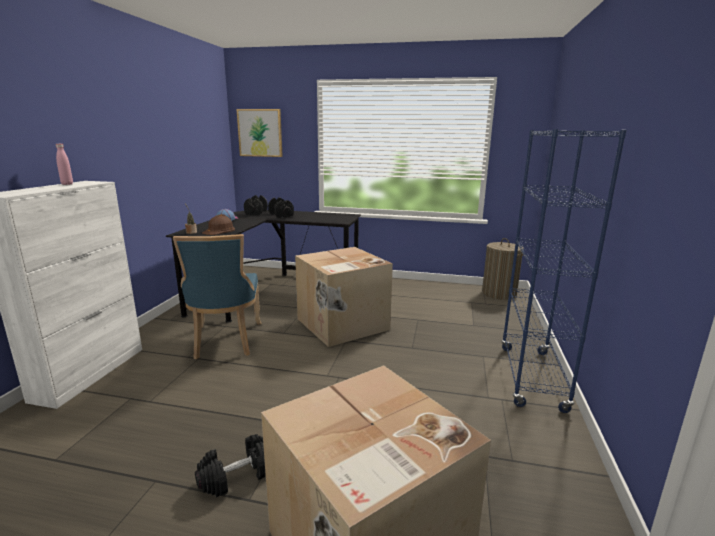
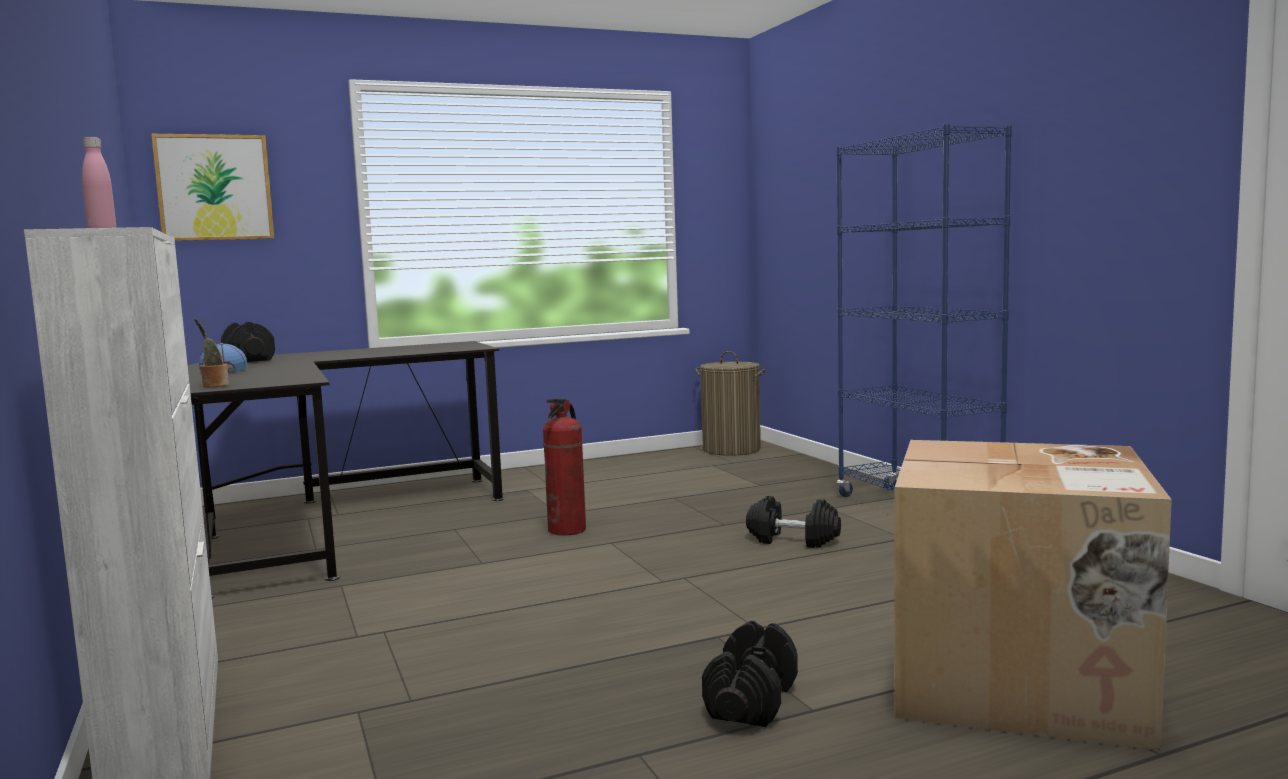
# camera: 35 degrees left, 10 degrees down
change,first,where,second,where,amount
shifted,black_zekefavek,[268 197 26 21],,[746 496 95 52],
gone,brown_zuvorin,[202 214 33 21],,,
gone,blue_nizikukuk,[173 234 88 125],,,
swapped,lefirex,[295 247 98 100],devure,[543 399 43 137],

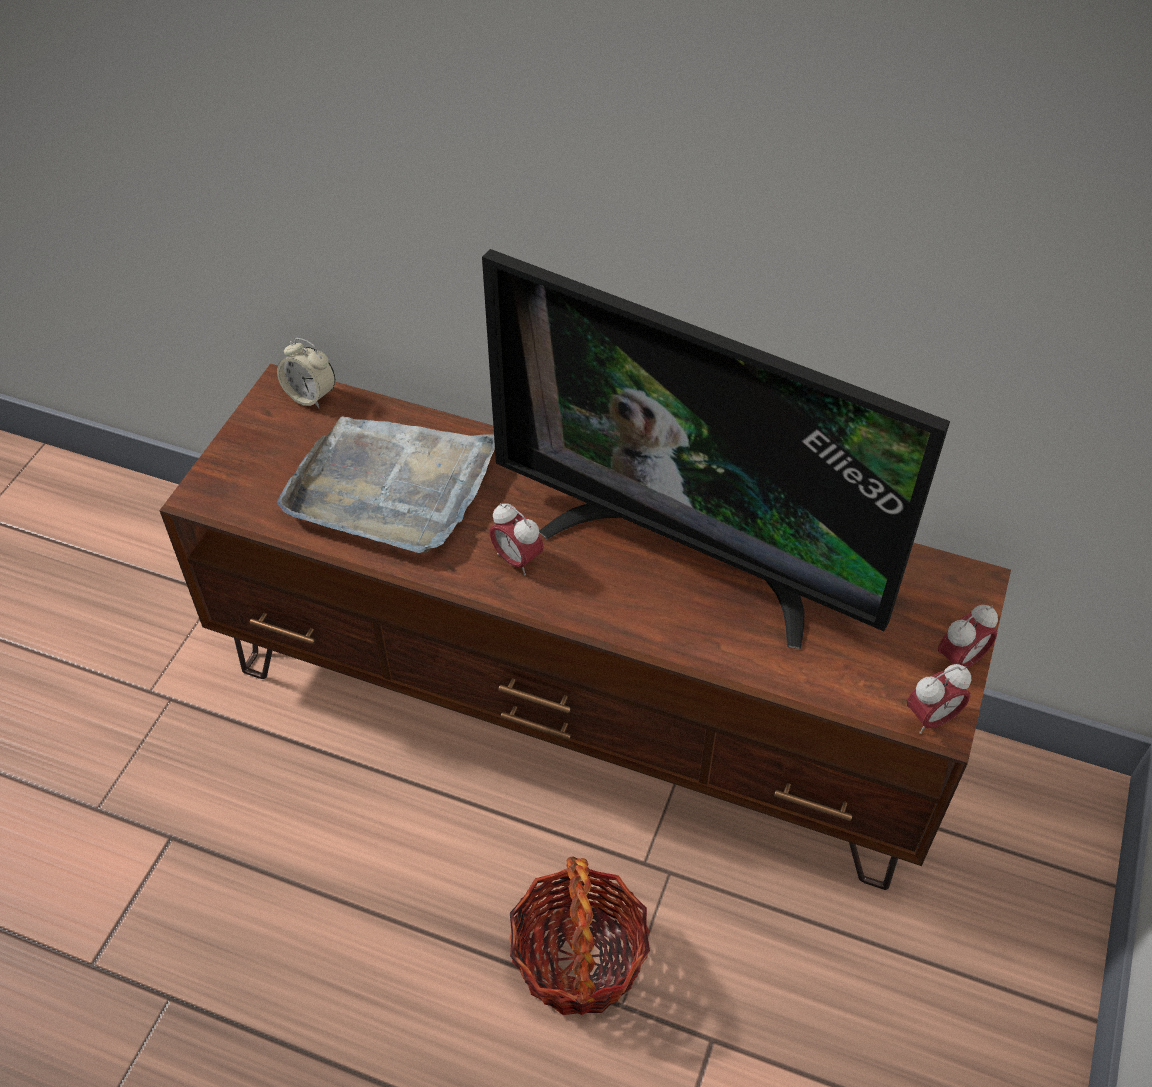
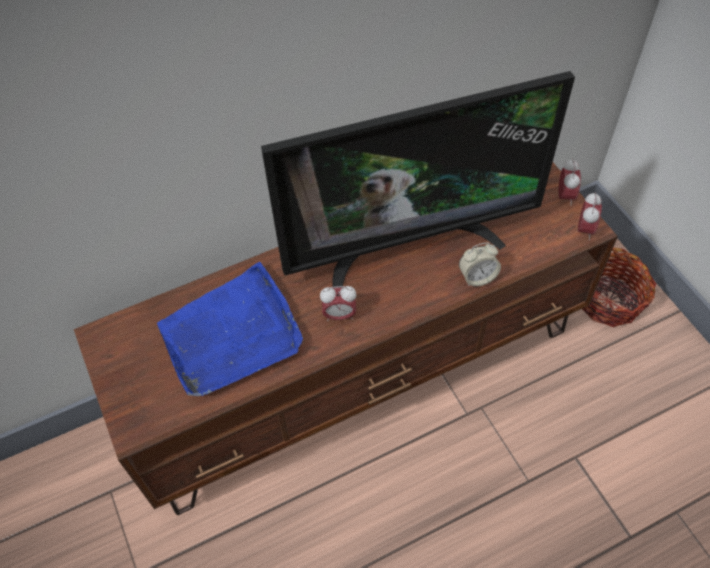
# camera: 45 degrees left, 5 degrees up
change,first,where,second,where,amount
shifted,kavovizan,[277 338 58 70],,[459 243 42 43],
repainted,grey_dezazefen,[277 417 218 136],blue_dezazefen,[157 262 146 134],
shifted,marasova,[508 856 142 159],,[582 247 74 80],

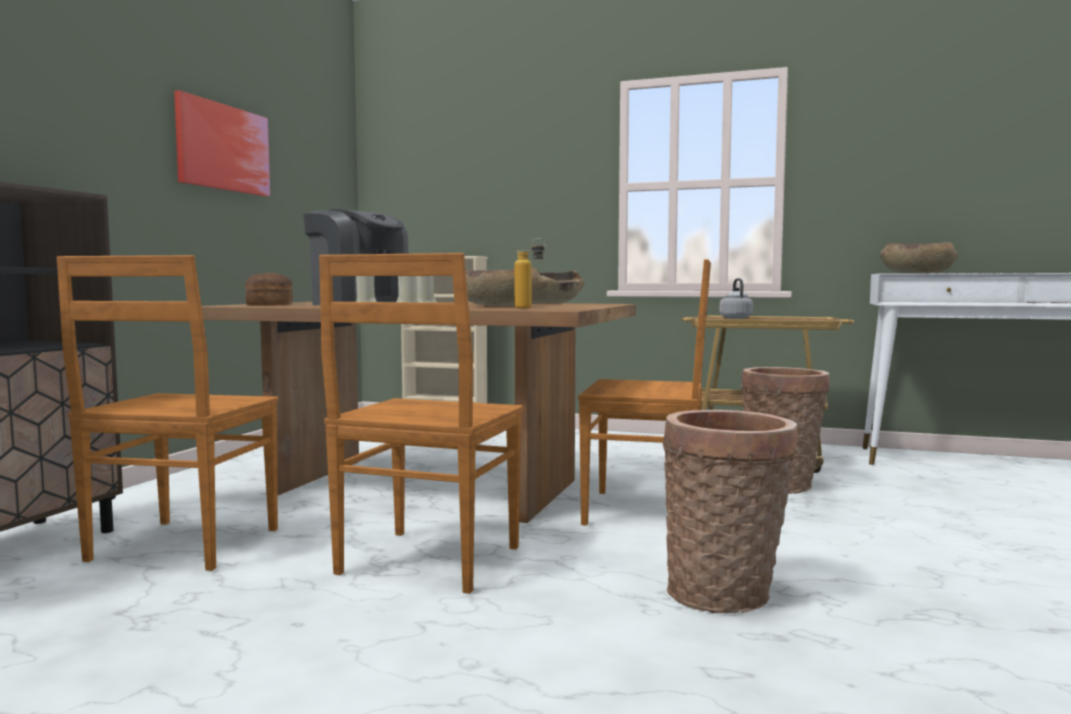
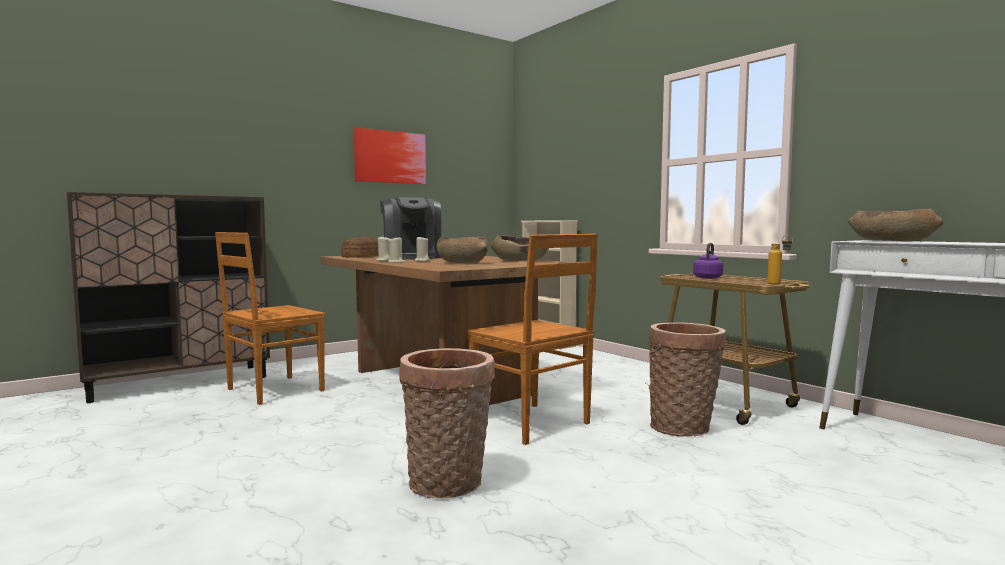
# camera: 35 degrees right, 0 degrees up
change,first,where,second,where,amount
shifted,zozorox,[514 238 31 70],,[767 235 26 49],
gone,brown_nizikukuk,[319 253 204 341],,,
repainted,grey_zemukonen,[719 278 34 41],purple_zemukonen,[693 243 30 36],

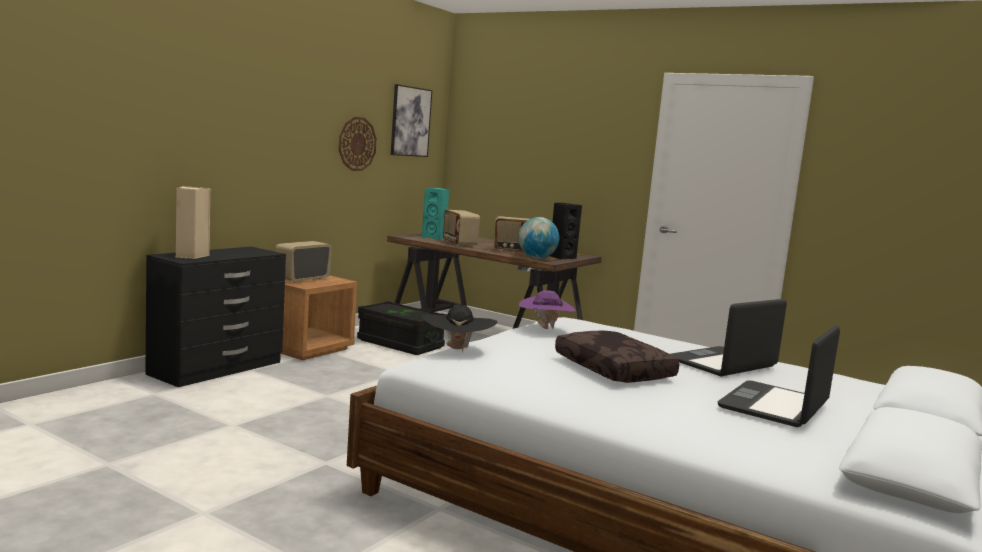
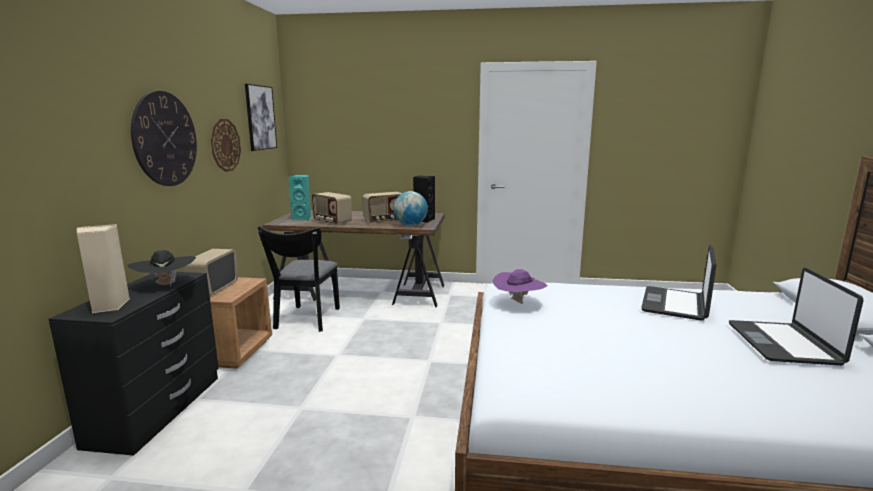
# camera: 25 degrees left, 5 degrees up
change,first,where,second,where,amount
swapped,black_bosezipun,[357 301 90 54],black_nizikukuk,[258 226 82 106],
shifted,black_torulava,[421 305 77 48],,[127 250 69 37],
gone,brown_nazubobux,[555 331 124 52],,,
new,,,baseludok,[131 91 66 95],

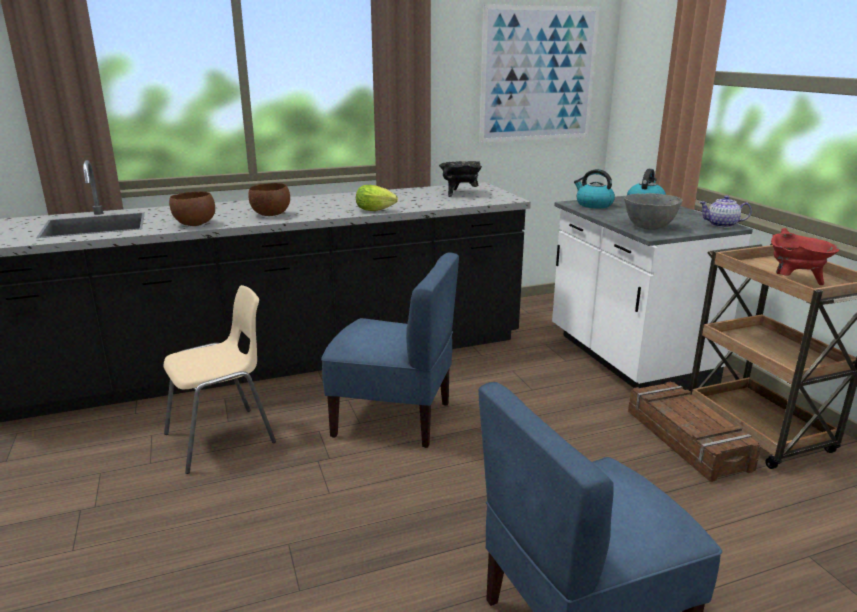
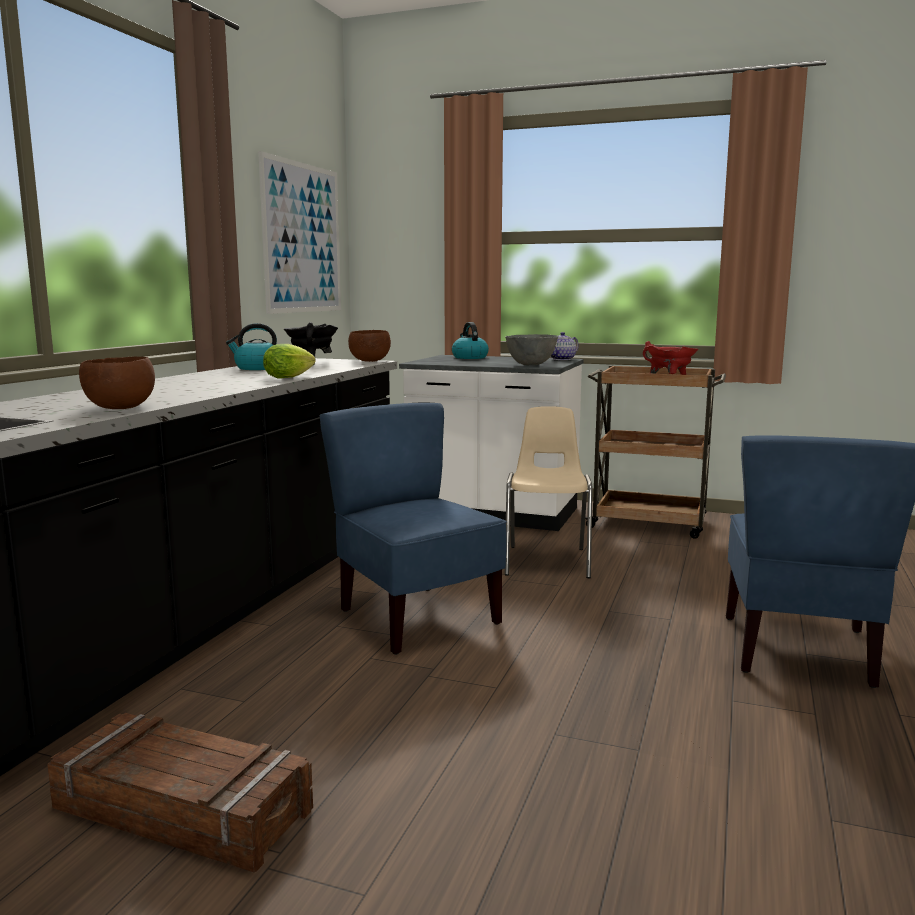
# camera: 50 degrees left, 10 degrees down
change,first,where,second,where,amount
shifted,zemukonen,[574 169 41 39],,[226 323 51 47],
shifted,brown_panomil,[248 183 42 33],,[348 330 43 32],
rotated,blue_nizikukuk,[321 253 138 195],,[320 403 187 252],90 degrees counterclockwise
shifted,beige_nizikukuk,[163 285 113 189],,[505 406 88 172],
shifted,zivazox,[628 381 133 101],,[47 713 266 159],

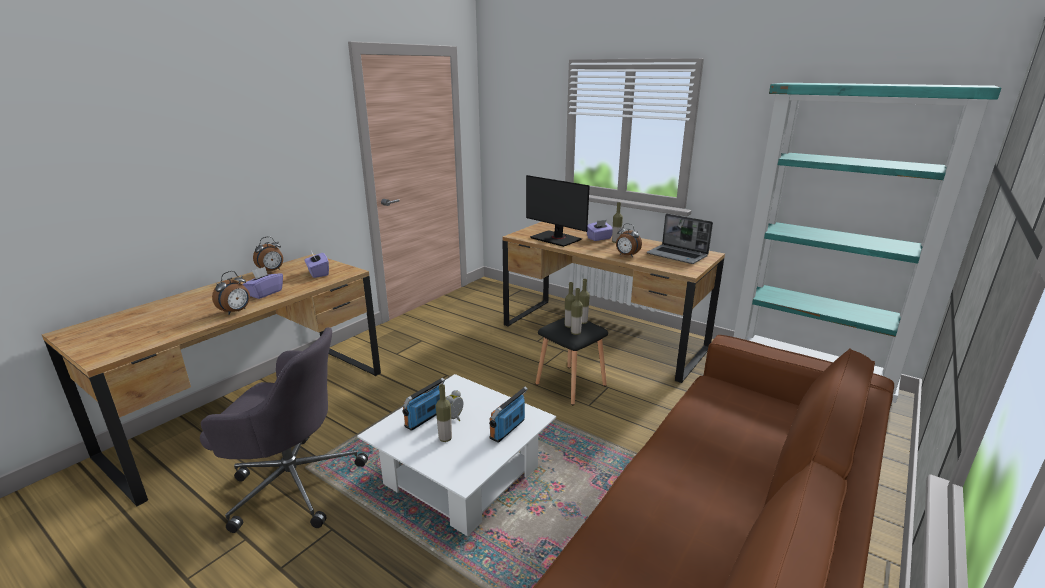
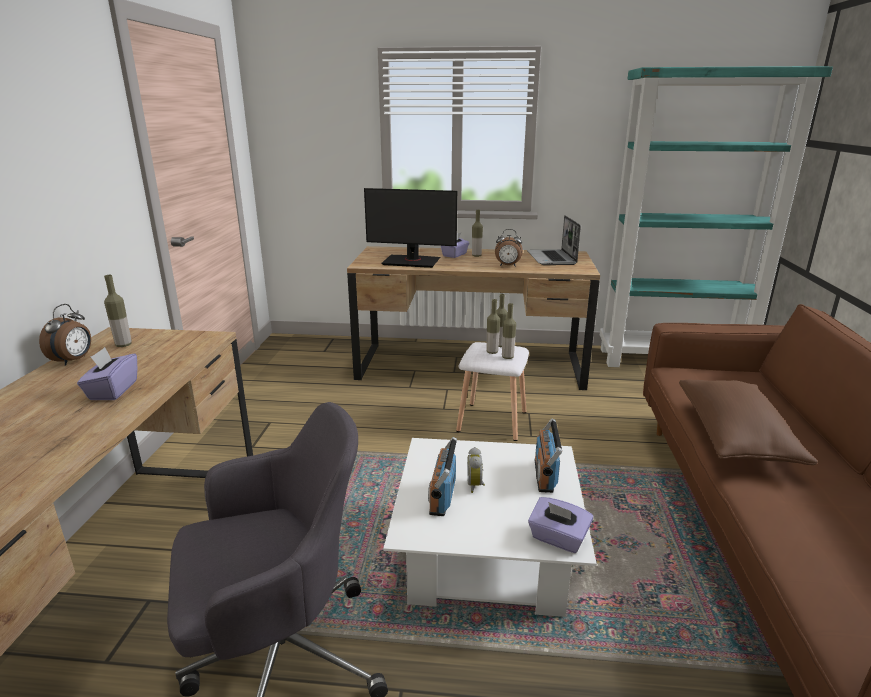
# camera: 30 degrees left, 0 degrees up
change,first,where,second,where,amount
rotated,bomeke,[647 214 66 50],,[527 215 54 50],75 degrees clockwise
shifted,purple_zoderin,[305 251 24 27],,[528 497 65 56],
gone,kavovizan,[212 271 38 44],,,
repainted,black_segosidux,[535 318 73 87],white_segosidux,[456 342 73 99],
shifted,zozorox,[436 384 16 58],,[104 275 28 72],
new,,,brown_nazubobux,[679 379 139 86],

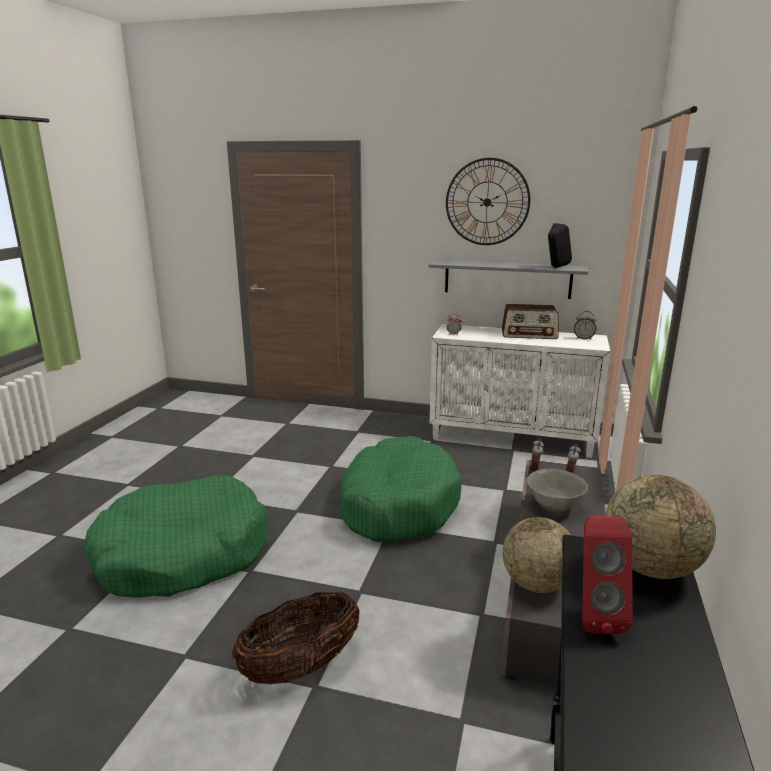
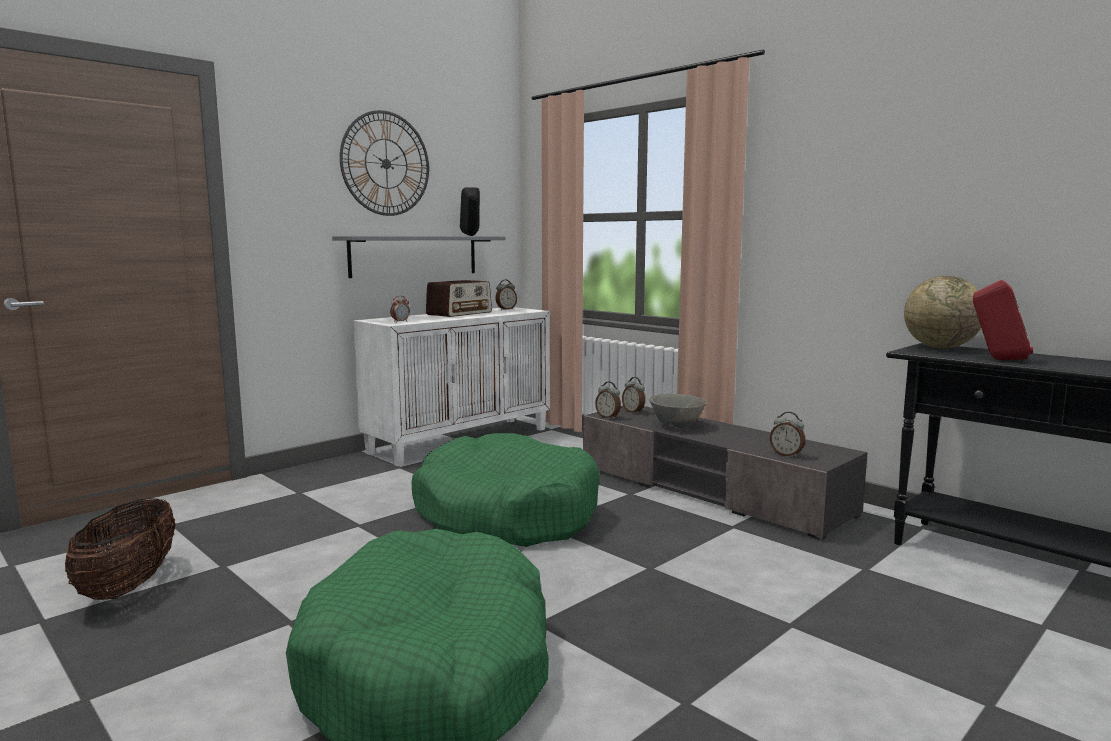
# camera: 60 degrees left, 10 degrees down
change,first,where,second,where,amount
swapped,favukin,[503 517 67 76],kavovizan,[770 412 35 45],
shifted,marasova,[232 591 127 93],,[65 498 111 102],

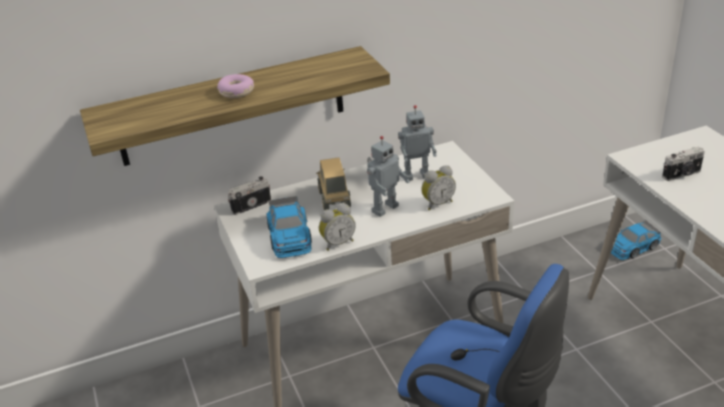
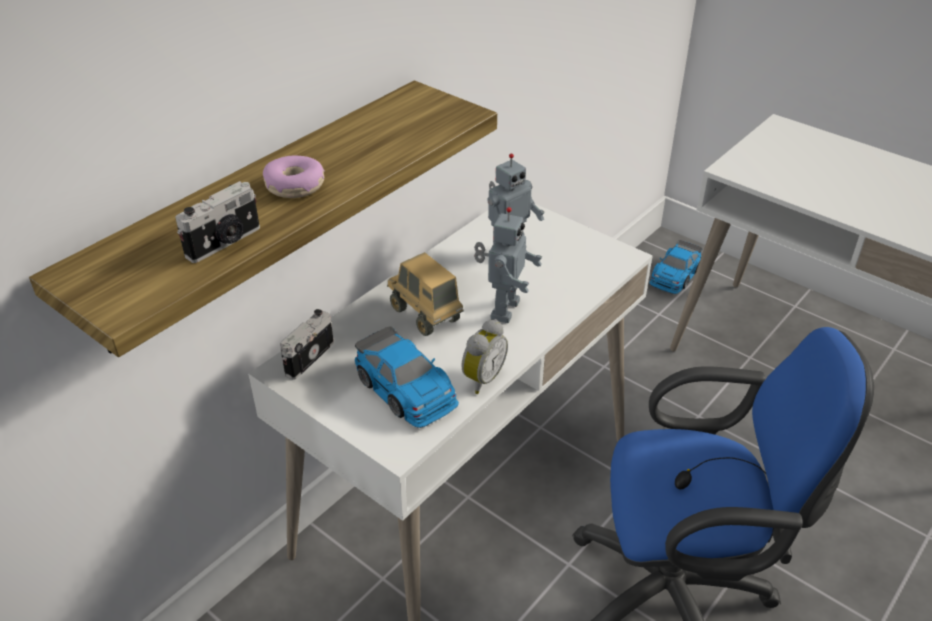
# camera: 30 degrees left, 5 degrees up
change,first,where,second,where,amount
shifted,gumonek,[662 147 42 34],,[175 181 85 82],
gone,kavovizan,[421 165 35 45],,,

